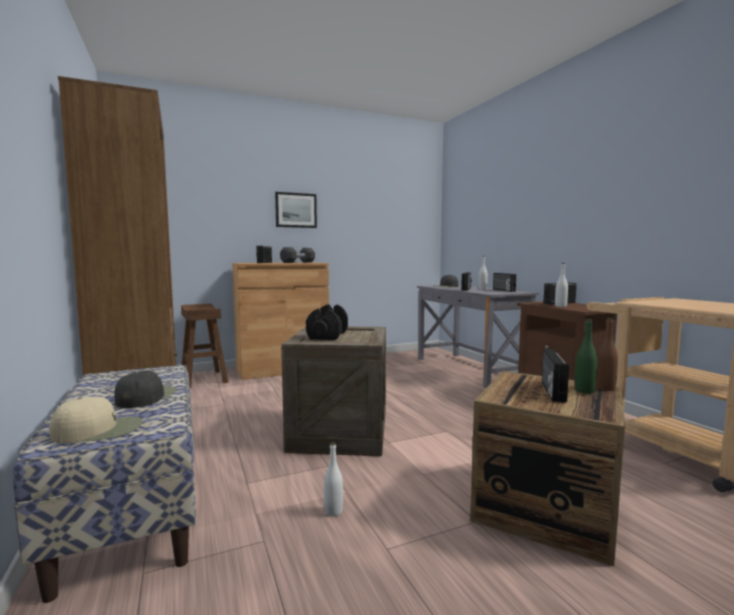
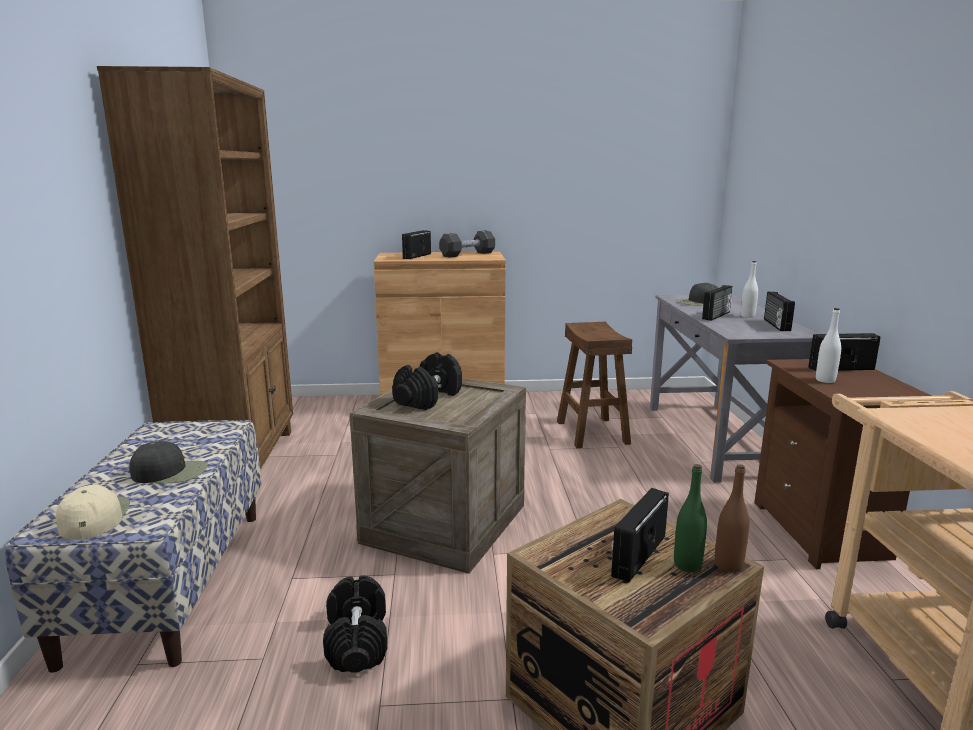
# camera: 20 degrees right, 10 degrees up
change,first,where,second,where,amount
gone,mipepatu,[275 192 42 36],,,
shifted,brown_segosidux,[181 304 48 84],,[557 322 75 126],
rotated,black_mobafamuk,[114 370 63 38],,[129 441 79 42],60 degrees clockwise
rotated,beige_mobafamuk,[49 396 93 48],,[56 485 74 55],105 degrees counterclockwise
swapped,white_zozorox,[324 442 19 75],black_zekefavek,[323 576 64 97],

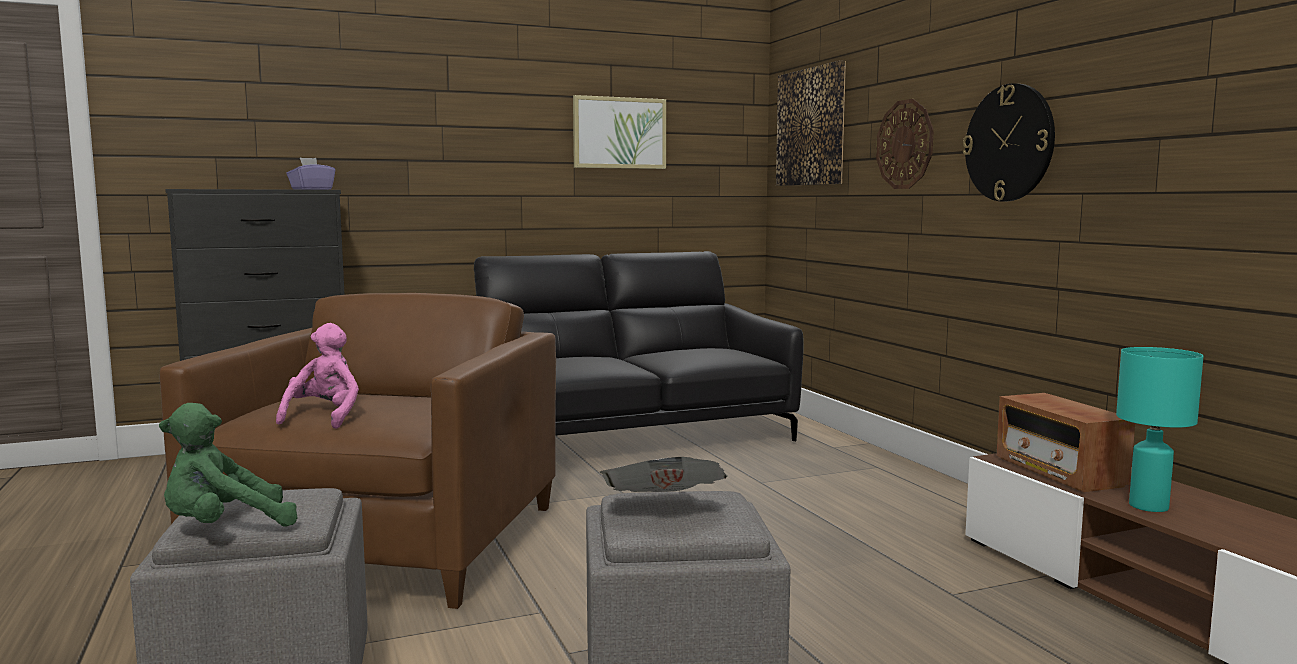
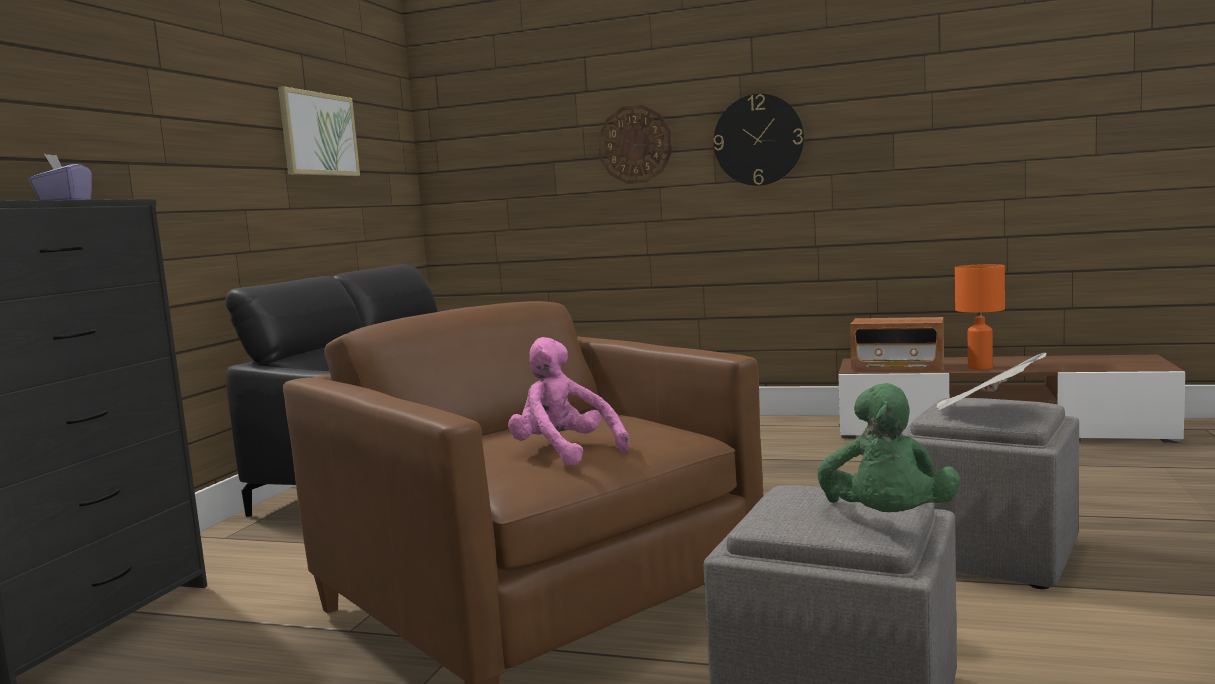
# camera: 50 degrees left, 0 degrees up
change,first,where,second,where,amount
gone,mipepatu,[776 61 70 125],,,
repainted,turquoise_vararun,[1116 347 87 165],orange_vararun,[955 264 50 106],

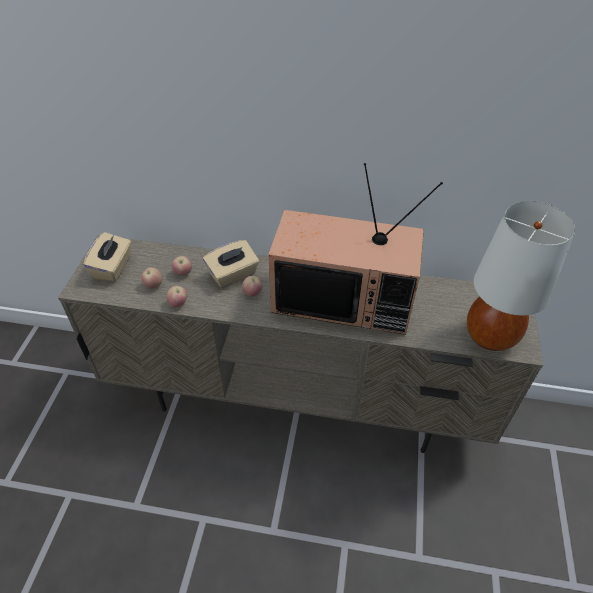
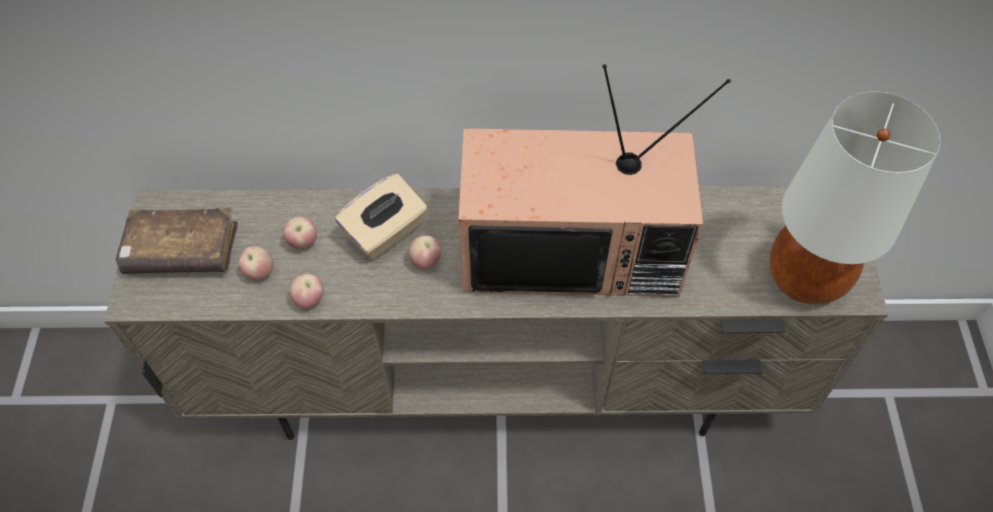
# camera: 10 degrees left, 10 degrees up
change,first,where,second,where,amount
swapped,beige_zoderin,[83 232 48 50],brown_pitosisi,[116 208 122 66],

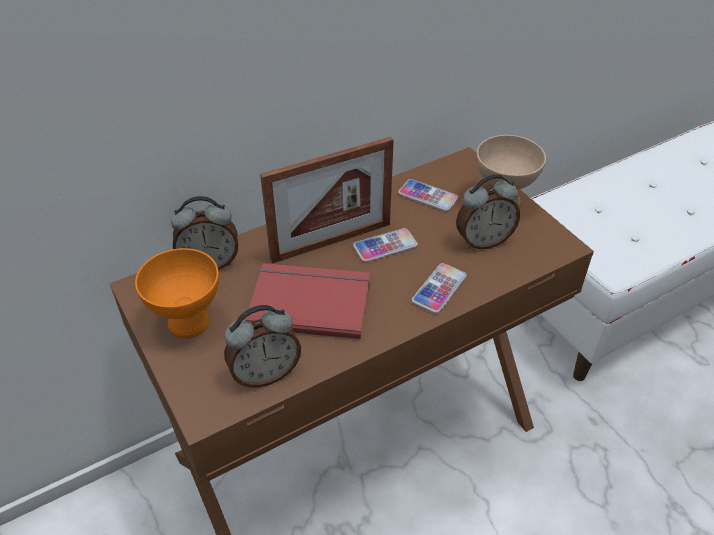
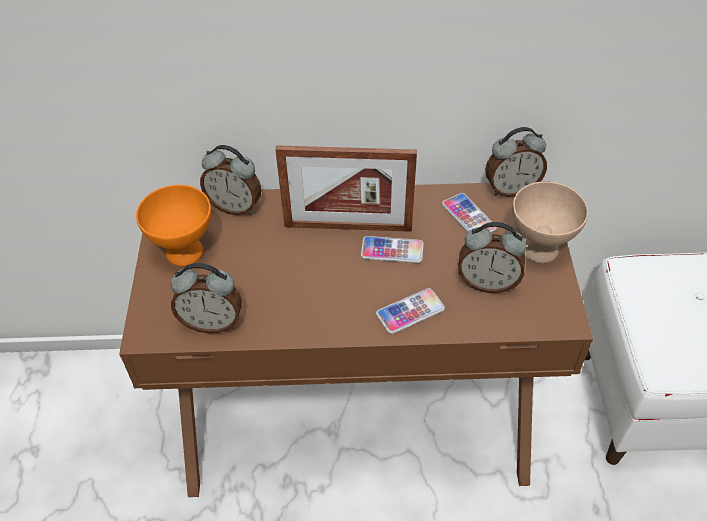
# camera: 30 degrees right, 5 degrees up
change,first,where,second,where,amount
gone,red_pitosisi,[246 263 124 76],,,
new,,,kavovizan,[485 127 62 70],

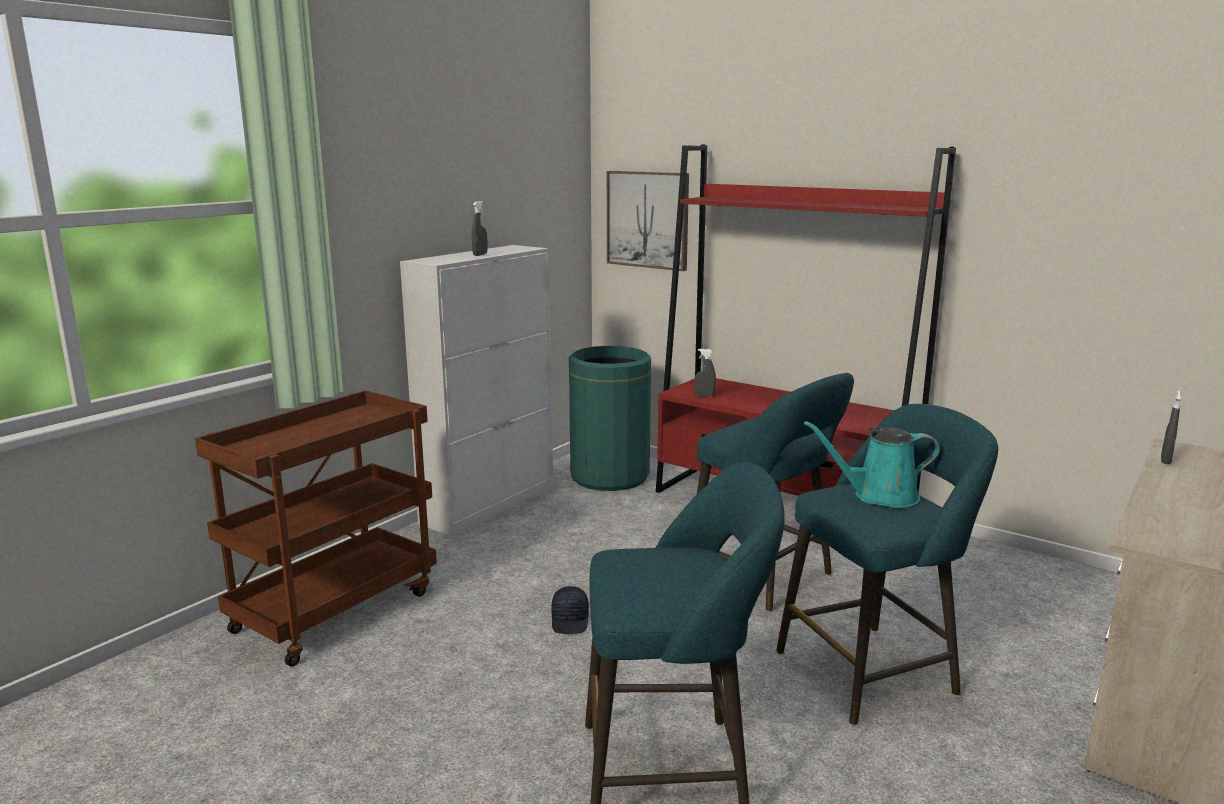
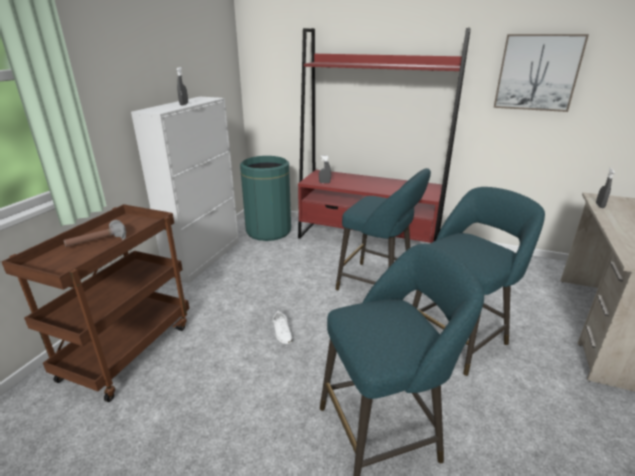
# camera: 15 degrees left, 10 degrees up
change,first,where,second,where,amount
shifted,mipepatu,[607 171 82 100],,[494 34 95 78],
gone,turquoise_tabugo,[804 421 136 87],,,
swapped,black_mobafamuk,[552 586 37 48],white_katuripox,[273 311 19 33],
new,,,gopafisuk,[63 220 63 27],

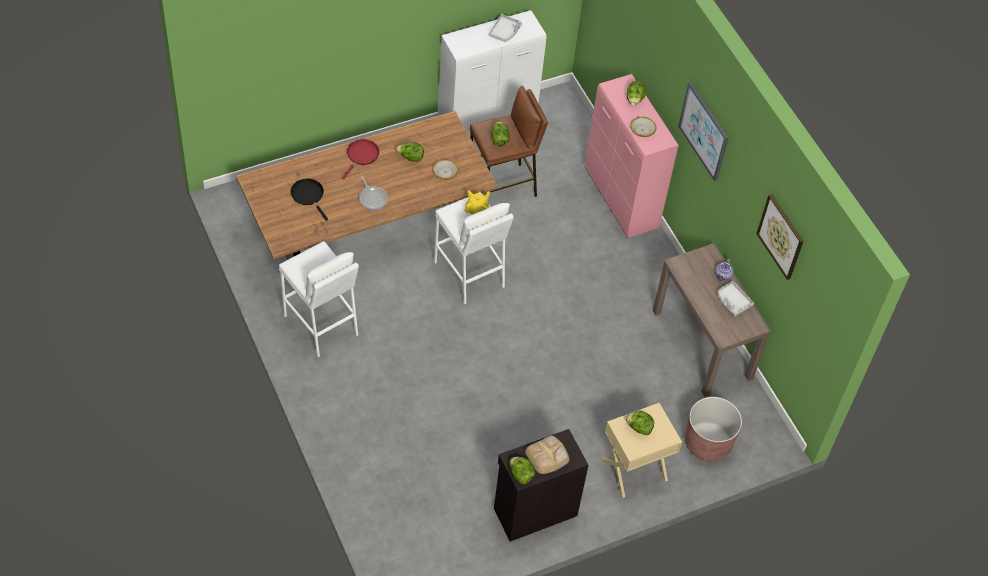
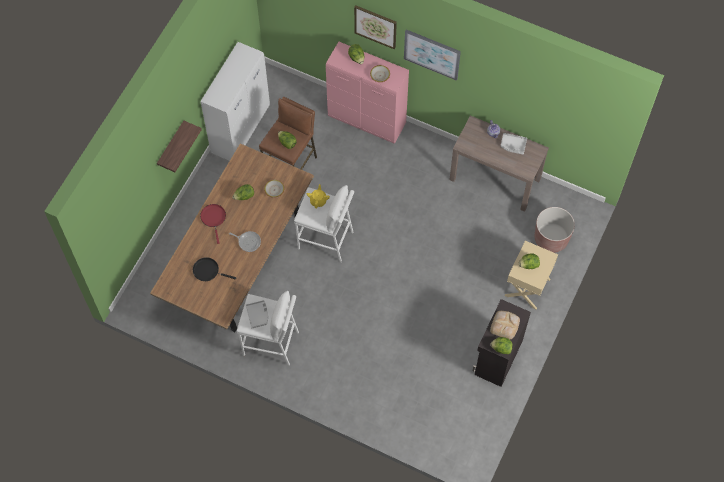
# camera: 35 degrees left, 10 degrees up
change,first,where,second,where,amount
shifted,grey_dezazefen,[489 14 33 28],,[246 300 22 28],
shifted,mipepatu,[756 194 47 86],,[354 5 43 45],
new,,,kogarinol,[157 121 45 51],

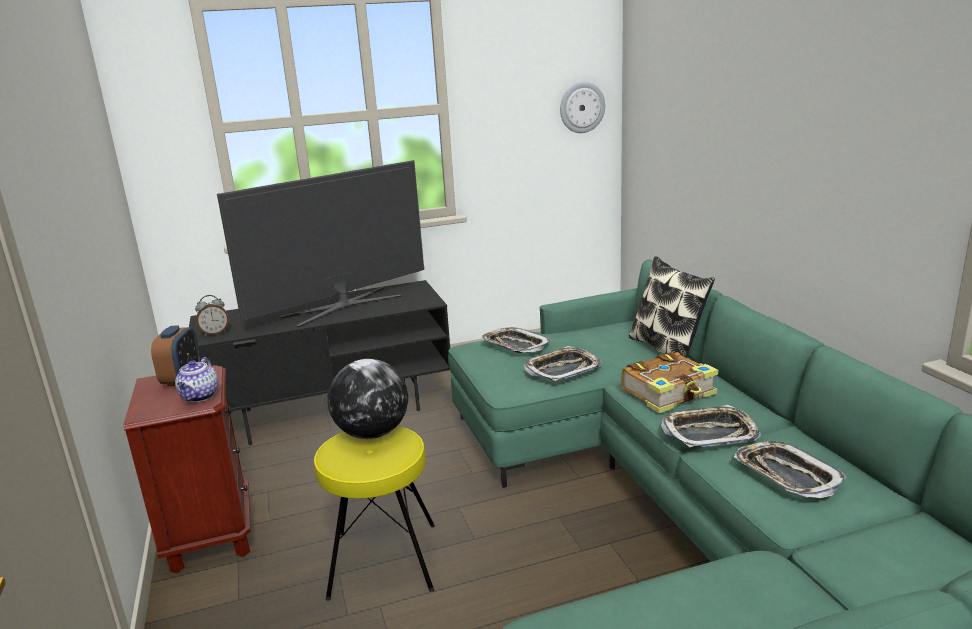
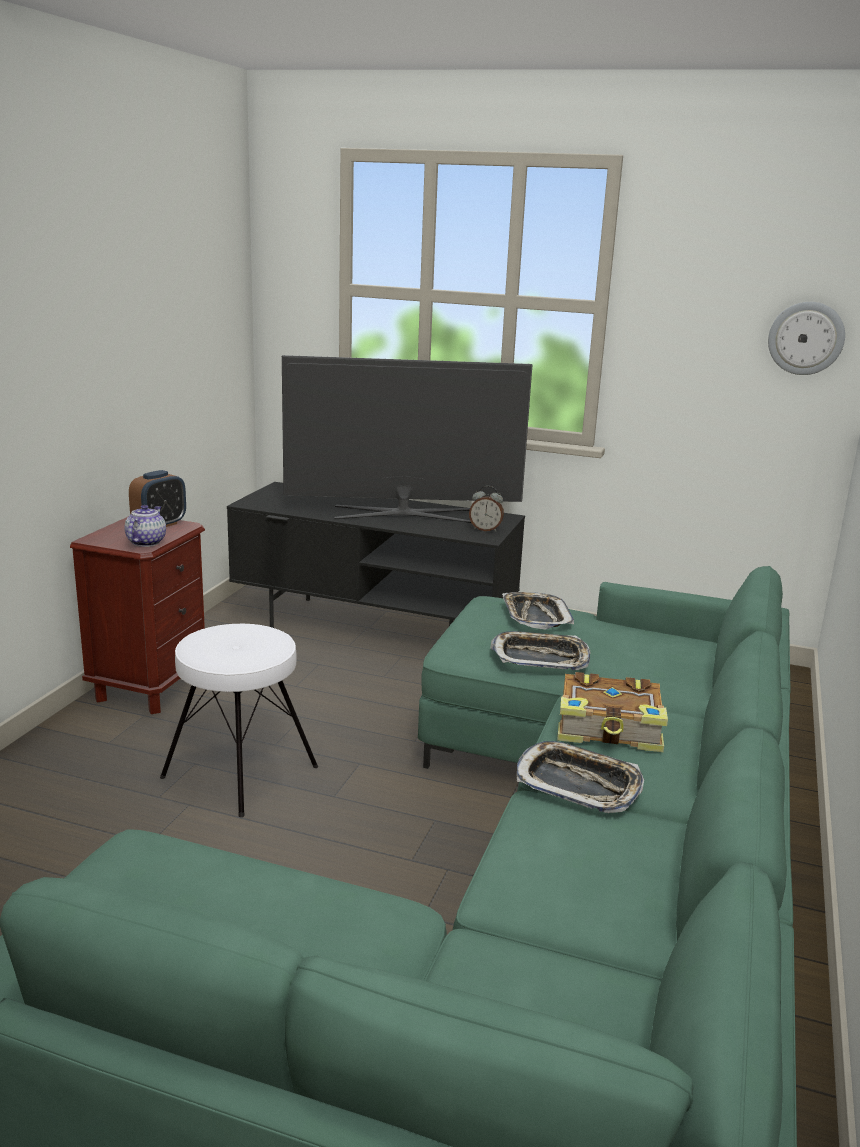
# camera: 35 degrees right, 0 degrees up
change,first,where,second,where,amount
gone,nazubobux,[629 256 86 102],,,
shifted,kavovizan,[195 295 34 41],,[469 486 35 46],
rotated,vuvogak,[175 357 43 45],,[124 505 42 42],150 degrees clockwise
gone,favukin,[328 359 80 80],,,
repainted,yellow_segosidux,[314 426 121 175],white_segosidux,[160 624 158 193],
gone,dezazefen,[734 441 112 57],,,

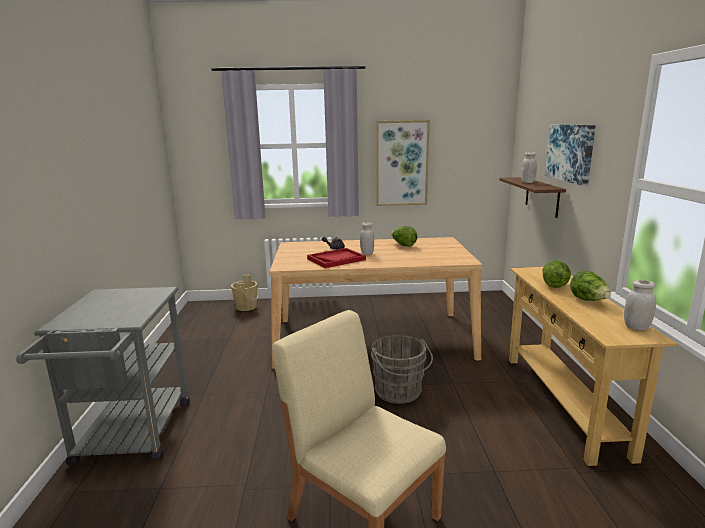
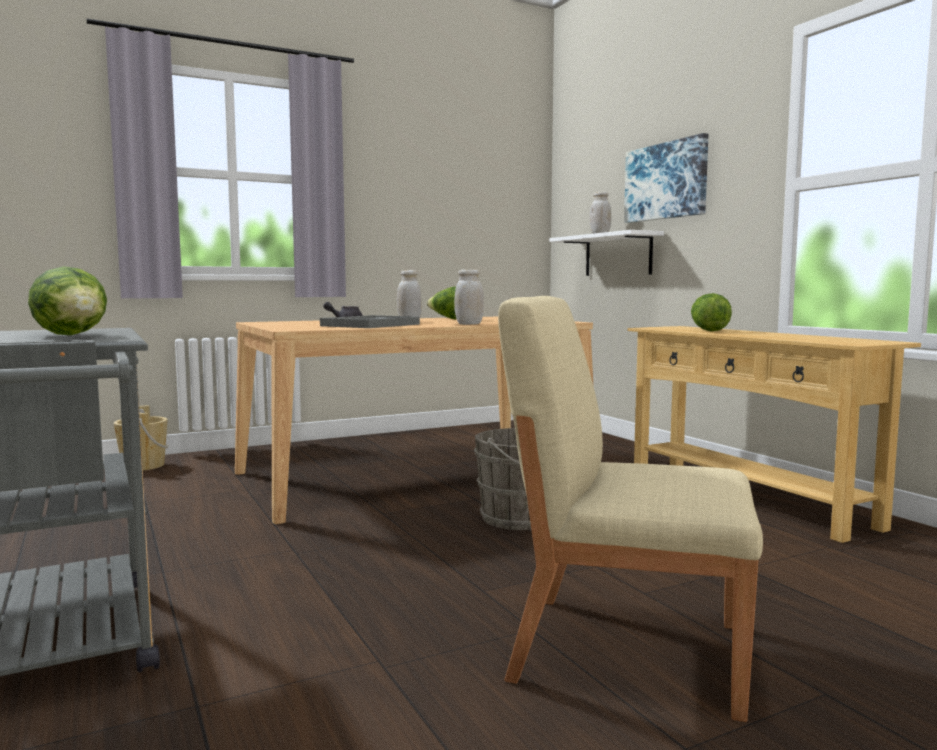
# camera: 25 degrees left, 10 degrees down
change,first,where,second,where,amount
gone,mipepatu,[376 120 54 86],,,
repainted,brown_kogarinol,[499 177 67 41],white_kogarinol,[549 230 115 46],
repainted,red_dezazefen,[307 248 59 20],grey_dezazefen,[320 315 100 13],
shifted,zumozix,[570 271 41 30],,[28 266 79 69],
shifted,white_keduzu,[624 280 32 50],,[454 269 30 56],

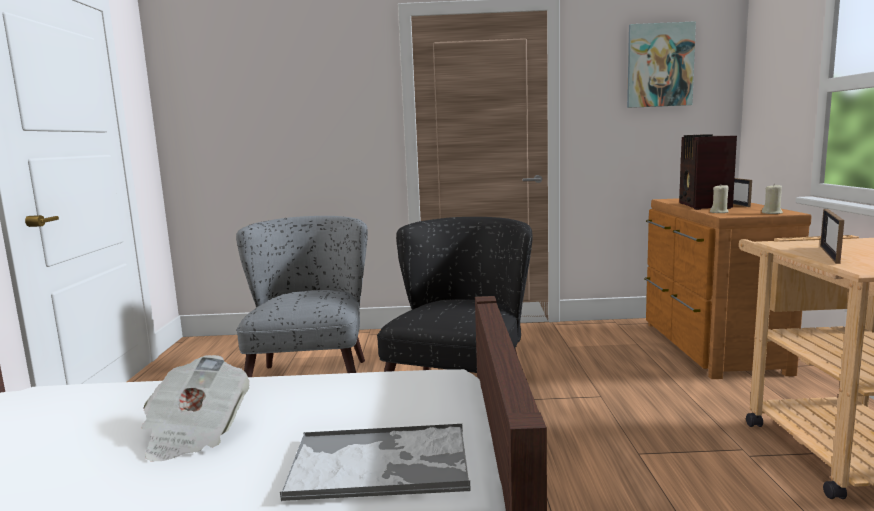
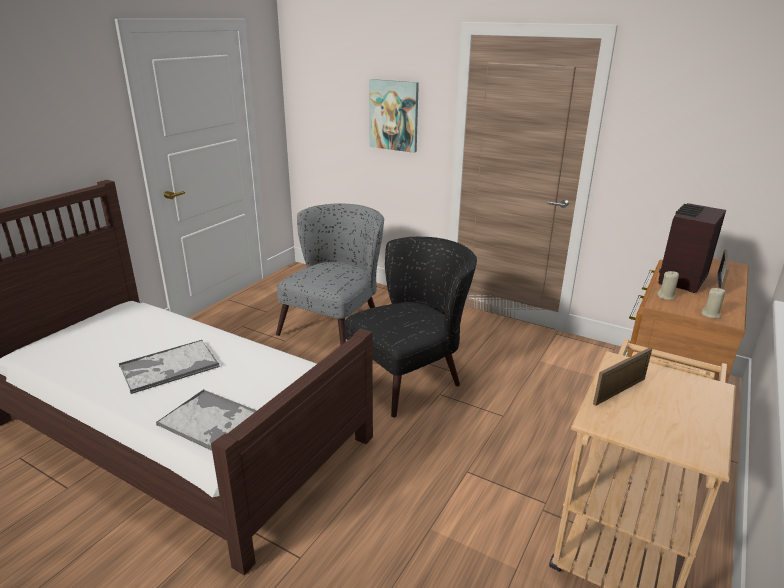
# camera: 30 degrees right, 15 degrees up
change,first,where,second,where,amount
shifted,mipepatu,[627 21 69 87],,[369 79 50 74],
swapped,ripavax,[141 355 109 107],dezazefen,[119 340 101 54],

